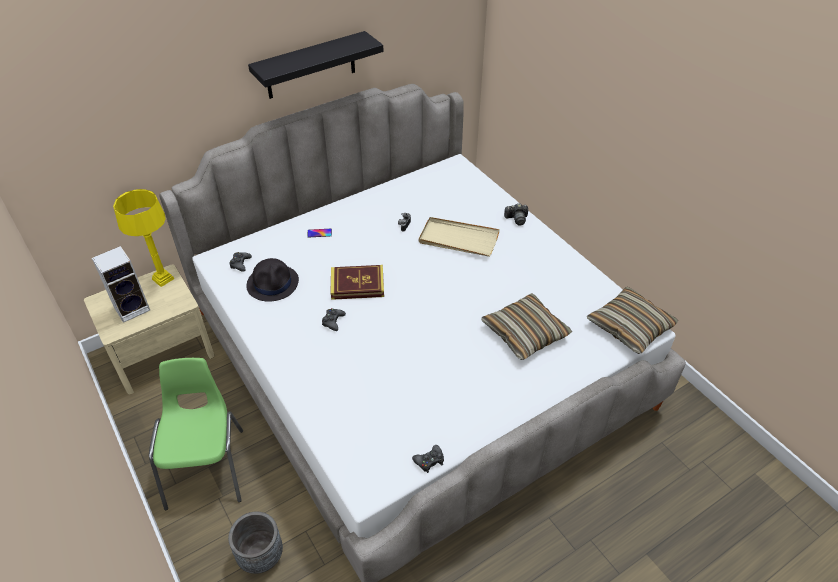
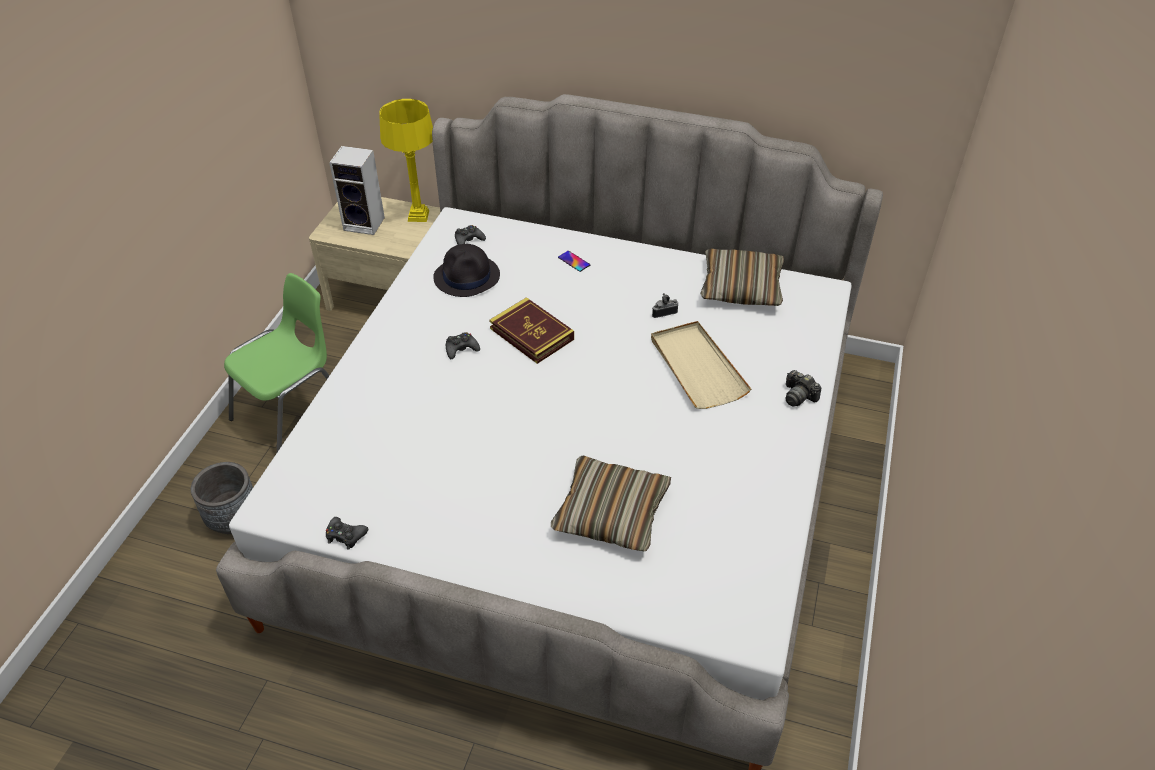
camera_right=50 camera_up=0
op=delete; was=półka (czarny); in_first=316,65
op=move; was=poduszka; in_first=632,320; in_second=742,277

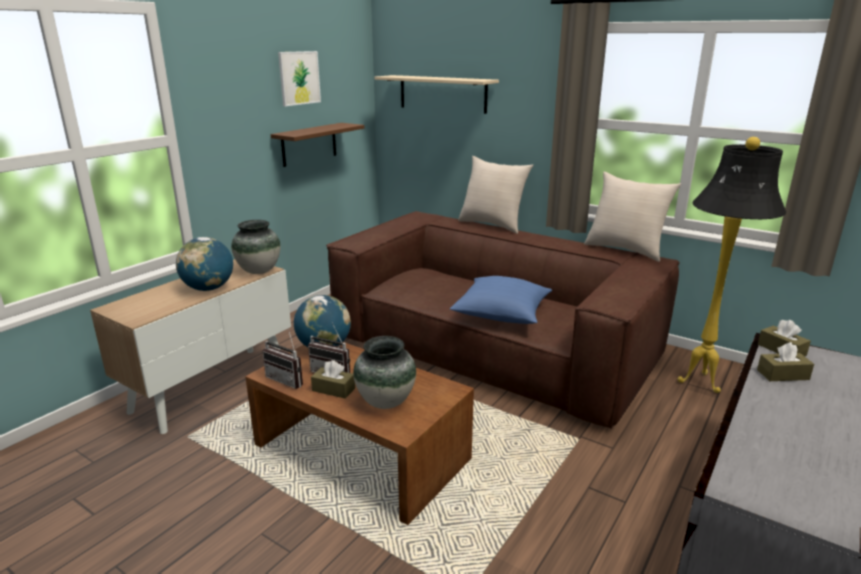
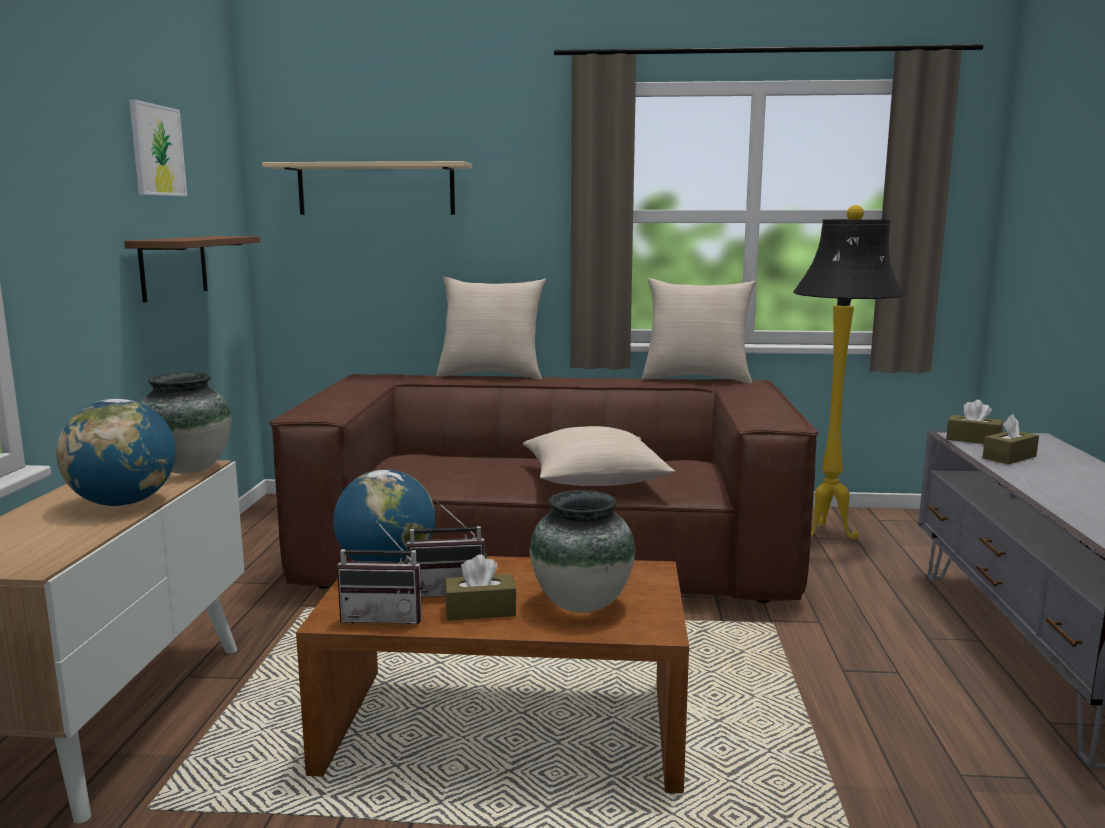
camera_right=-30 camera_up=-10
op=recolor; was=poduszka (niebieski); now=poduszka (beżowy); in_first=501,300; in_second=599,456

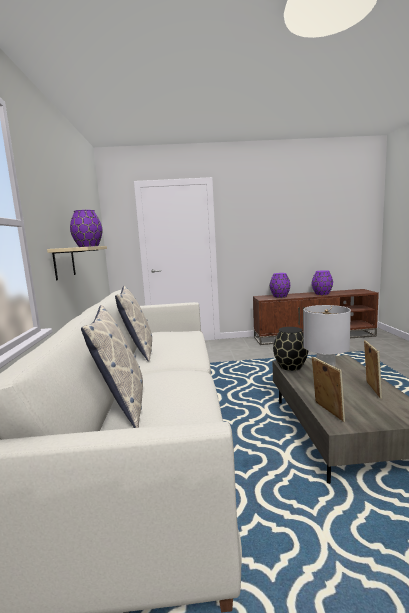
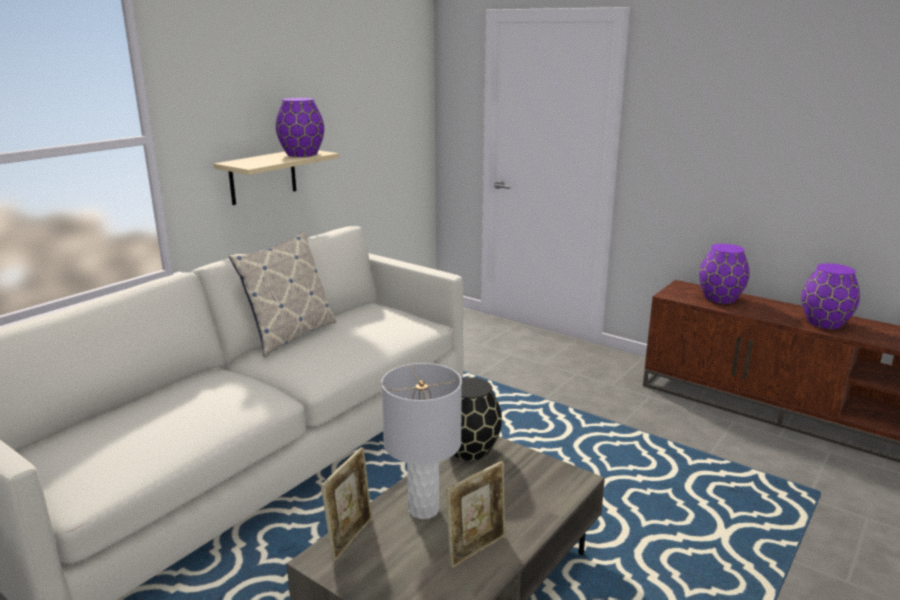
camera_right=40 camera_up=10
op=delete; was=poduszka; in_first=112,366

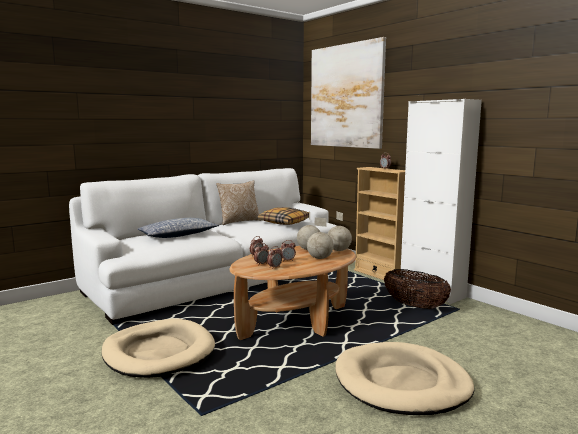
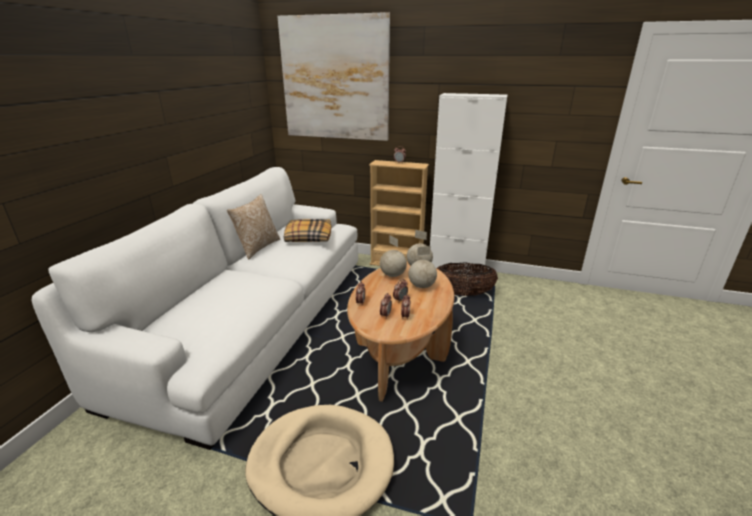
camera_right=-35 camera_up=15
op=delete; was=poduszka; in_first=178,228
op=delete; was=legowisko (beżowy); in_first=404,378

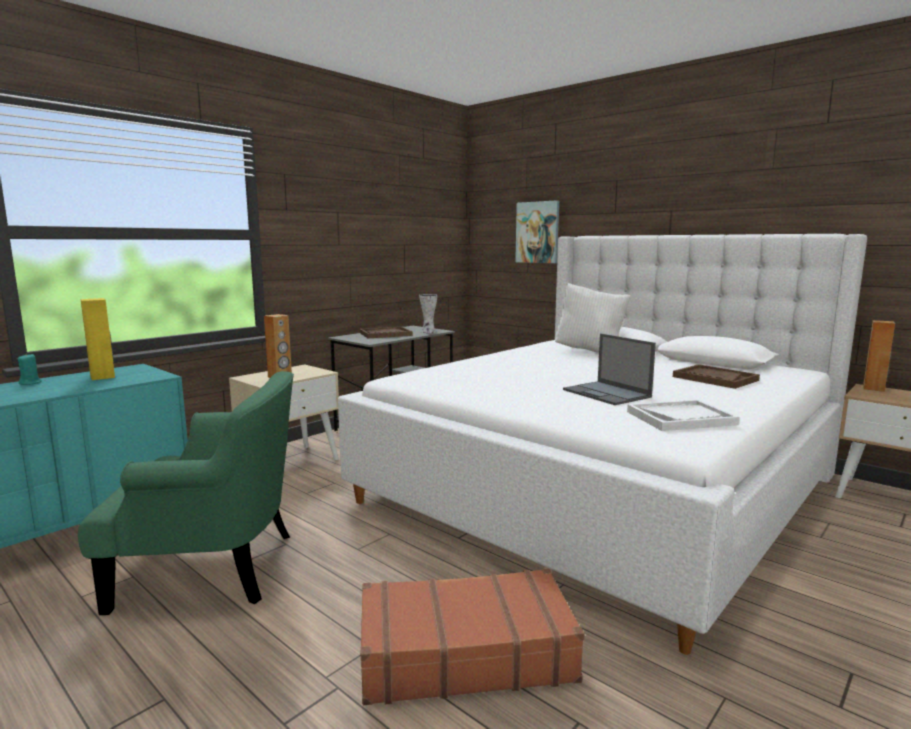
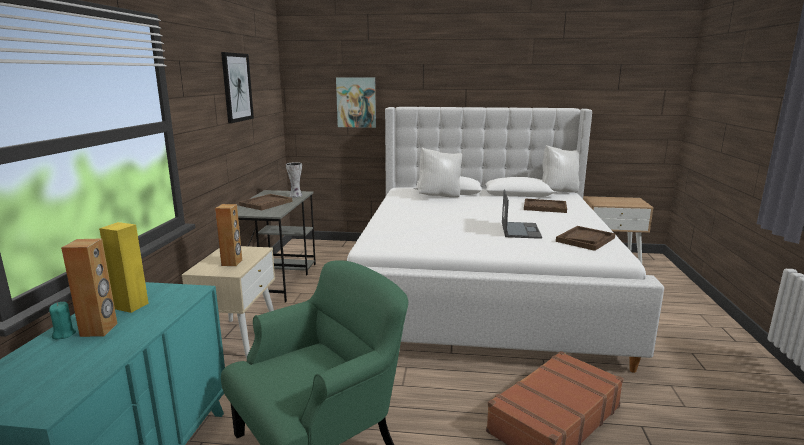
camera_right=-35 camera_up=5
op=insert; now=obraz; in_second=237,87
op=insert; now=poduszka (biały); in_second=560,168
op=move; was=głośnik (brązowy); in_first=879,356; in_second=89,287
op=recolor; was=taca (biały); now=taca (brązowy); in_first=683,415; in_second=585,238
op=rotate; was=laptop; in_first=609,369; in_second=522,214; clockwise=-105

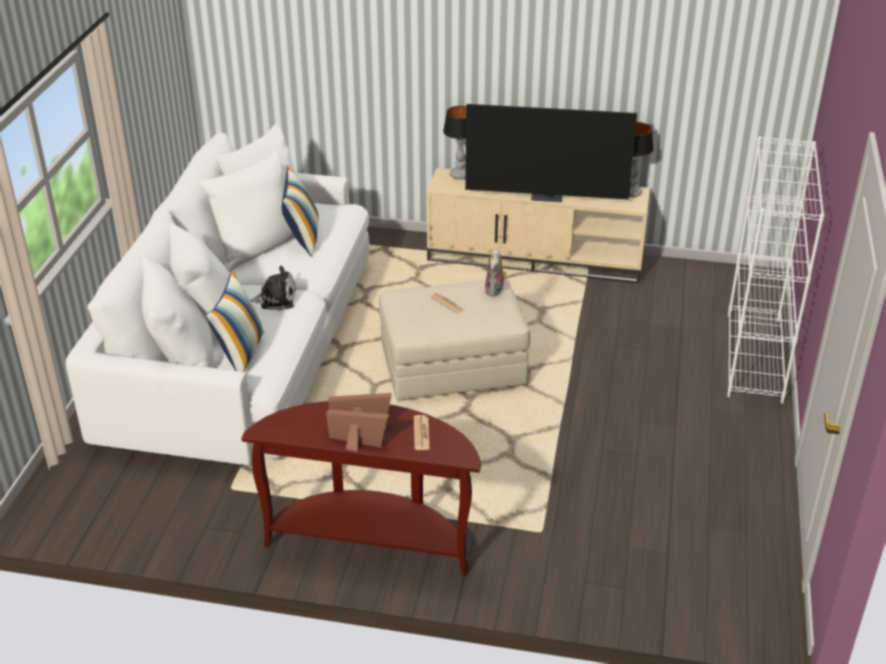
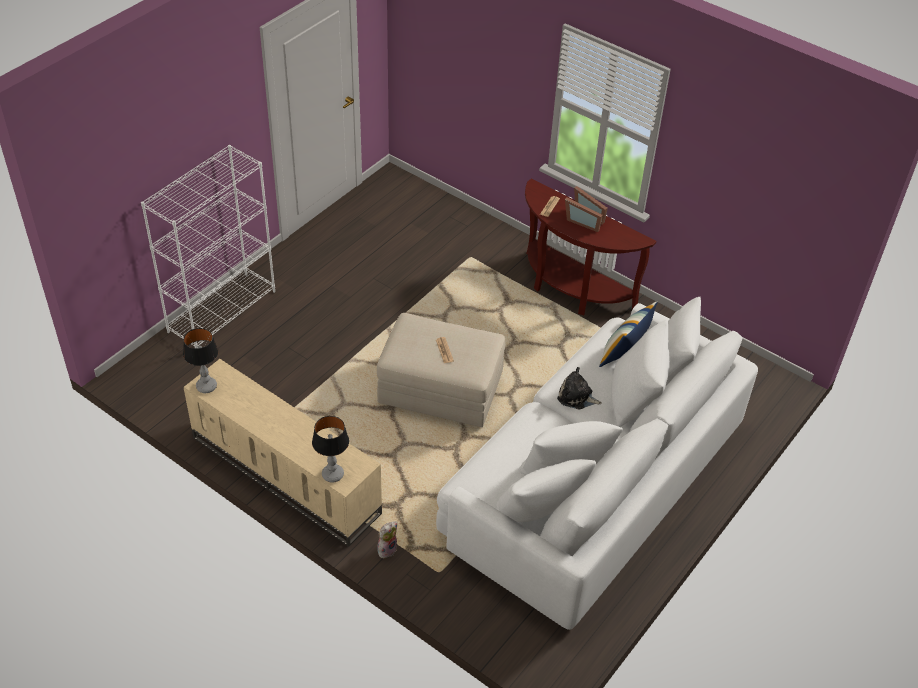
camera_right=-155 camera_up=10
op=delete; was=poduszka; in_first=300,211
op=delete; was=telewizor; in_first=551,153
op=move; was=pluszak; in_first=496,273; in_second=387,539

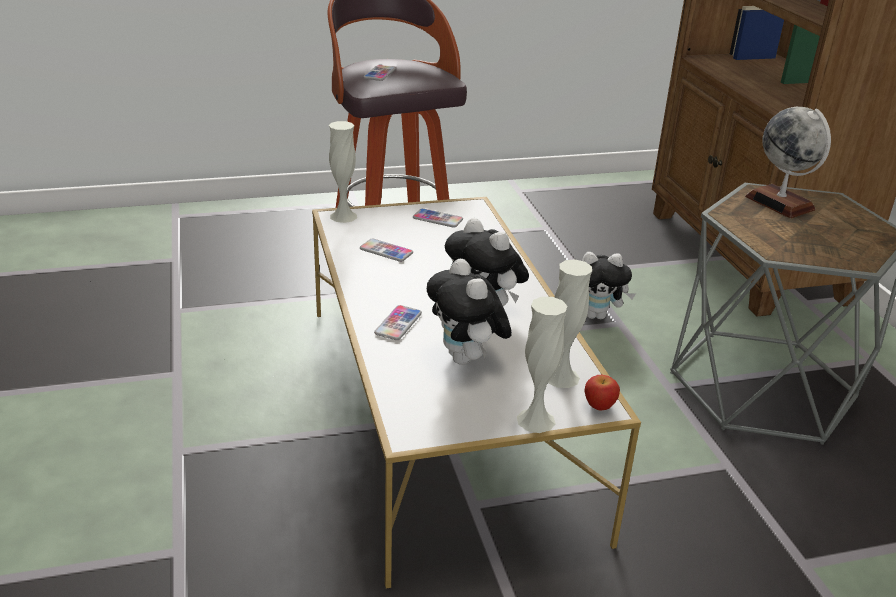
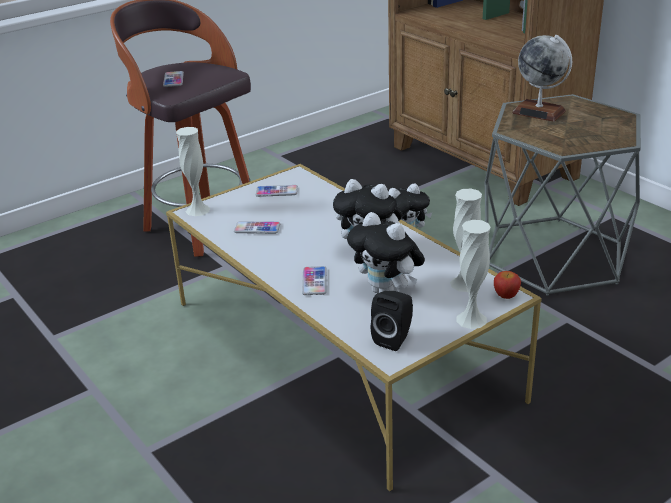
camera_right=-20 camera_up=0
op=insert; now=głośnik (czarny); in_second=392,321

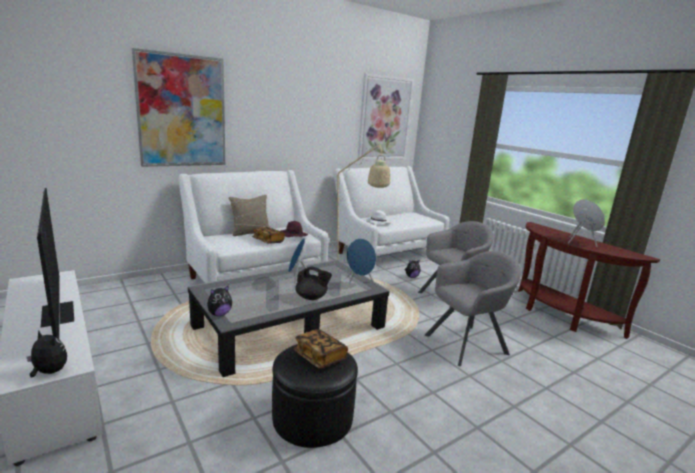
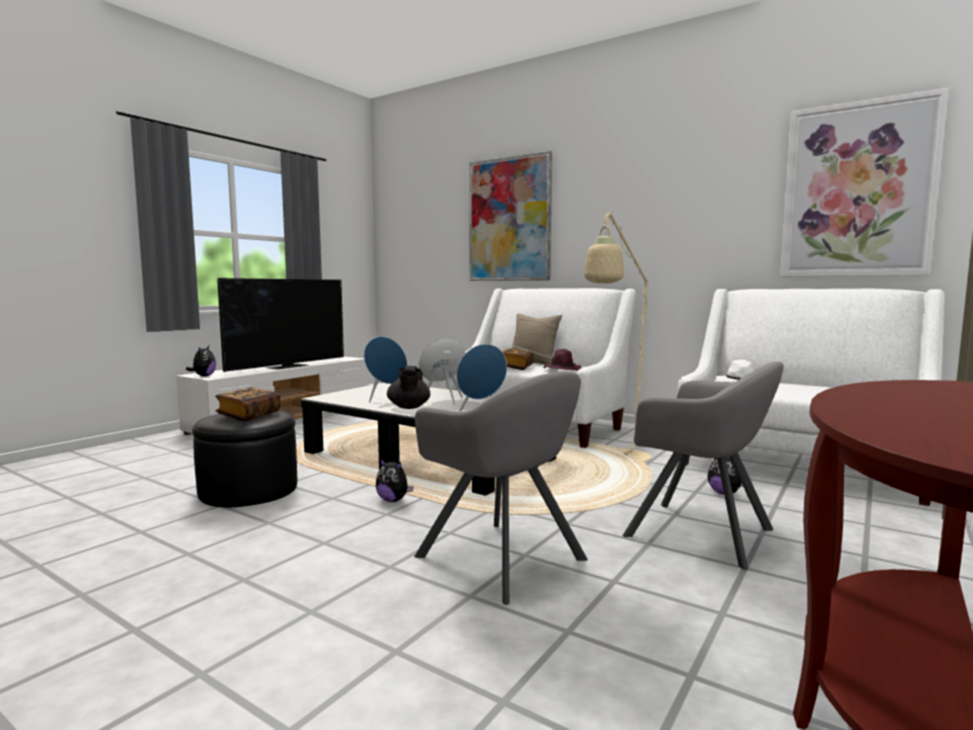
camera_right=70 camera_up=-10
op=move; was=pluszak; in_first=219,300; in_second=395,480
op=move; was=głośnik (niebieski); in_first=586,223; in_second=385,370

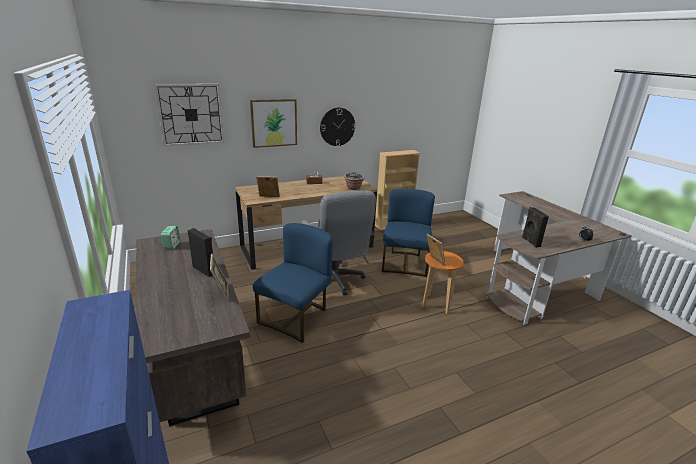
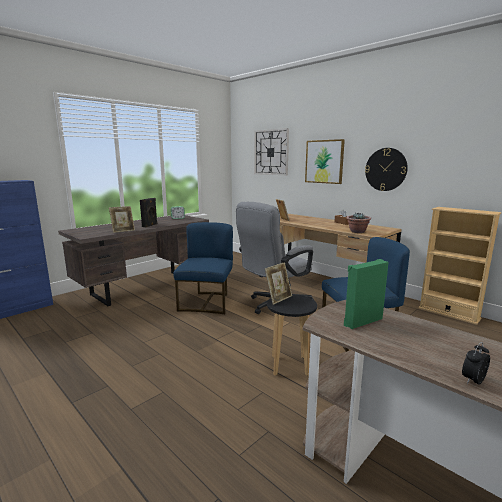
camera_right=70 camera_up=-10
op=recolor; was=stołek (pomarańczowy); now=stołek (czarny); in_first=443,282; in_second=292,335
op=recolor; was=głośnik (czarny); now=głośnik (zielony); in_first=535,227; in_second=366,294
op=rotate; was=krzesło (niebieski); in_first=292,283; in_second=203,268; clockwise=-90

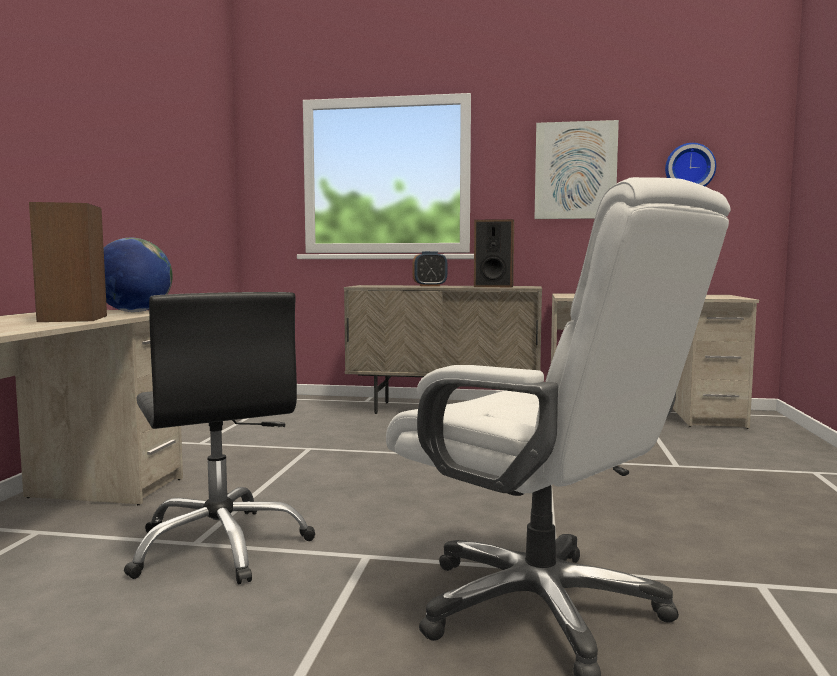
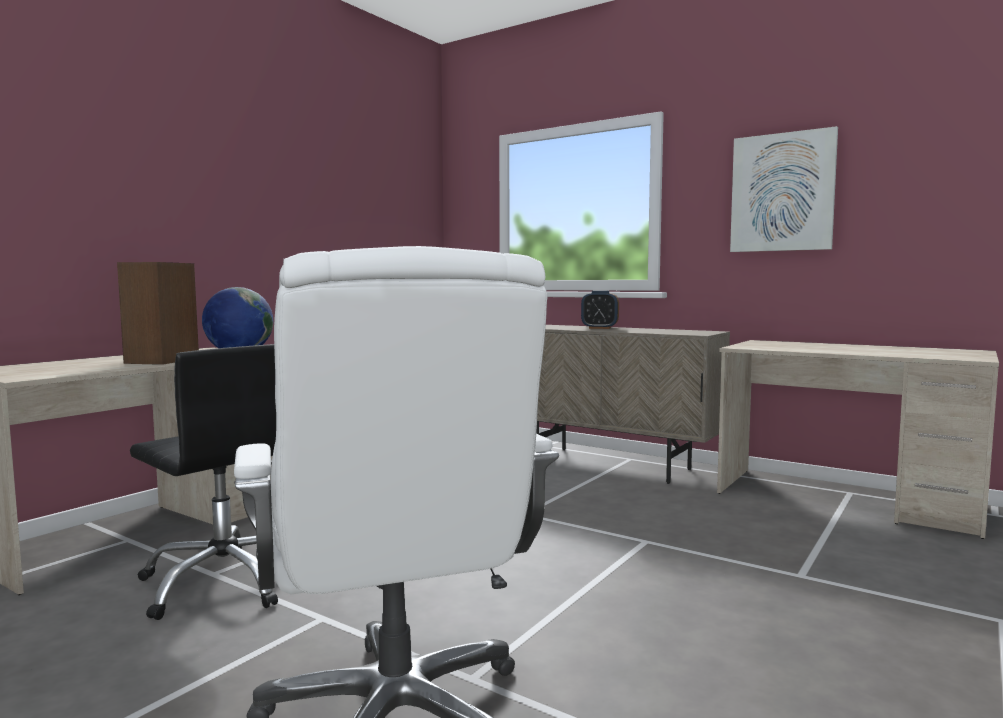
camera_right=25 camera_up=0
op=delete; was=głośnik; in_first=494,253
op=delete; was=zegar ścienny; in_first=690,165
op=rotate; was=krzesło biurowe (czarny); in_first=219,438; in_second=204,482; clockwise=-45

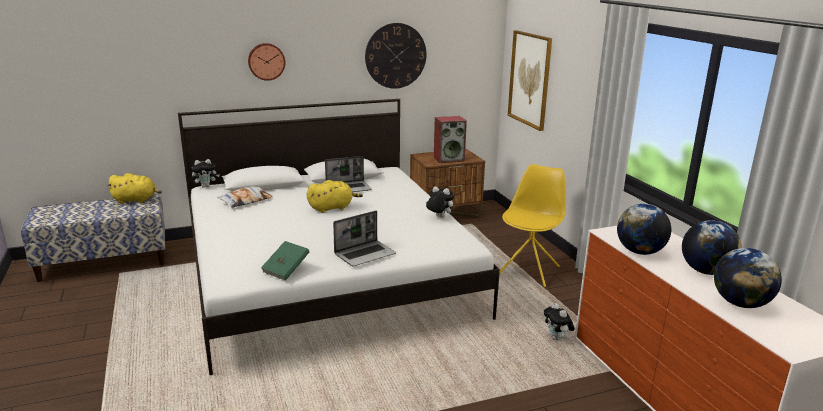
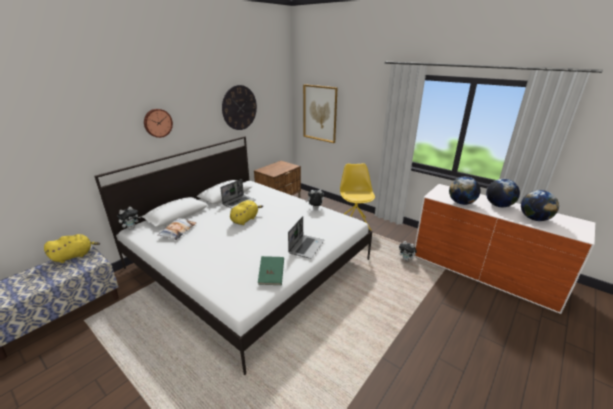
camera_right=-30 camera_up=5
op=delete; was=głośnik; in_first=450,139

